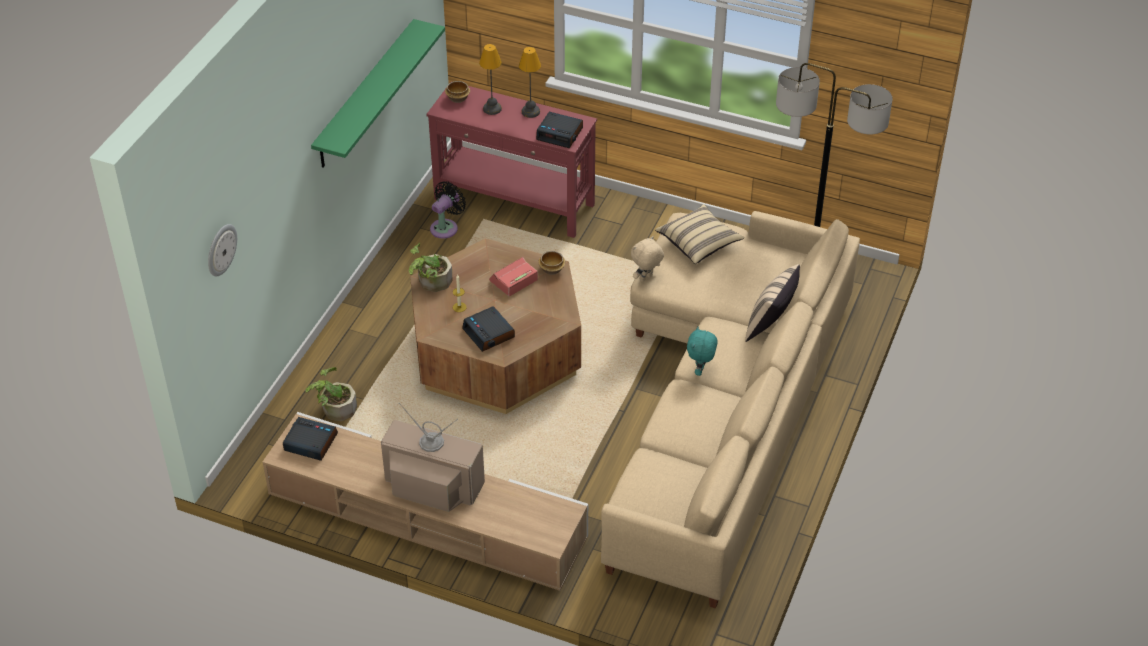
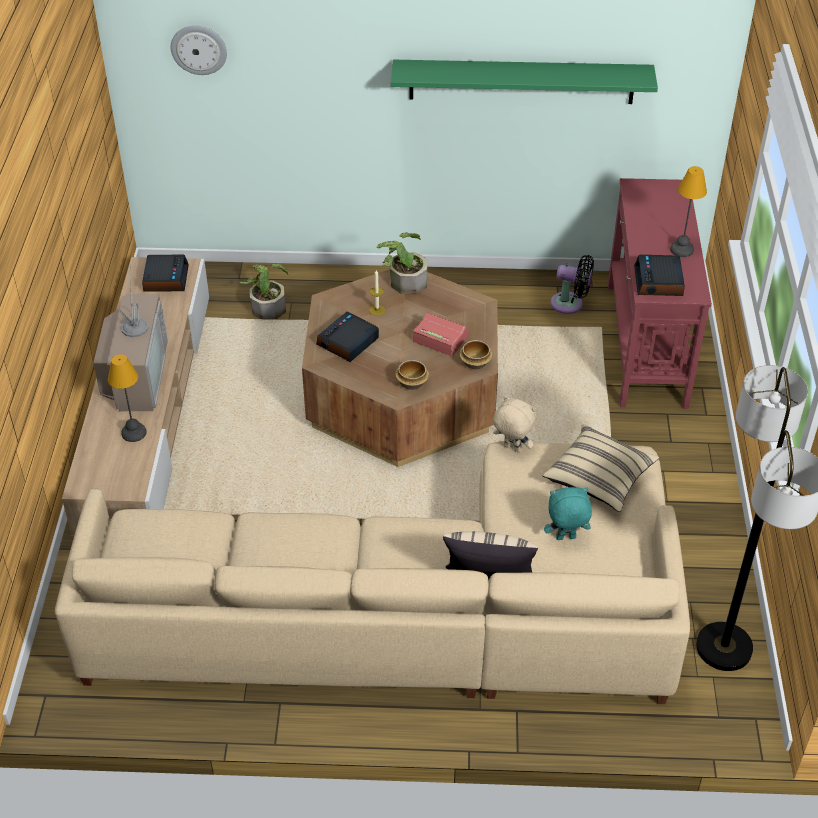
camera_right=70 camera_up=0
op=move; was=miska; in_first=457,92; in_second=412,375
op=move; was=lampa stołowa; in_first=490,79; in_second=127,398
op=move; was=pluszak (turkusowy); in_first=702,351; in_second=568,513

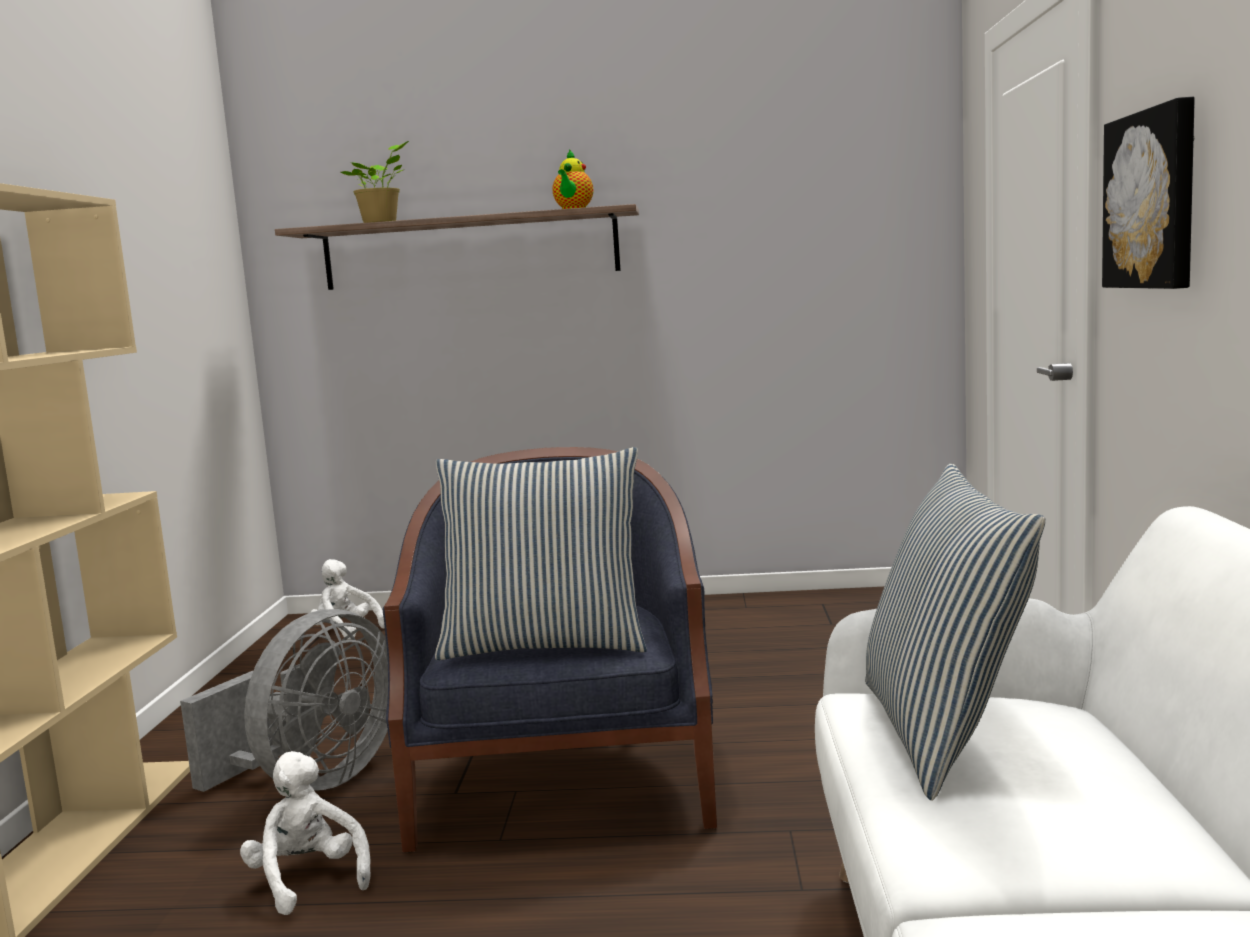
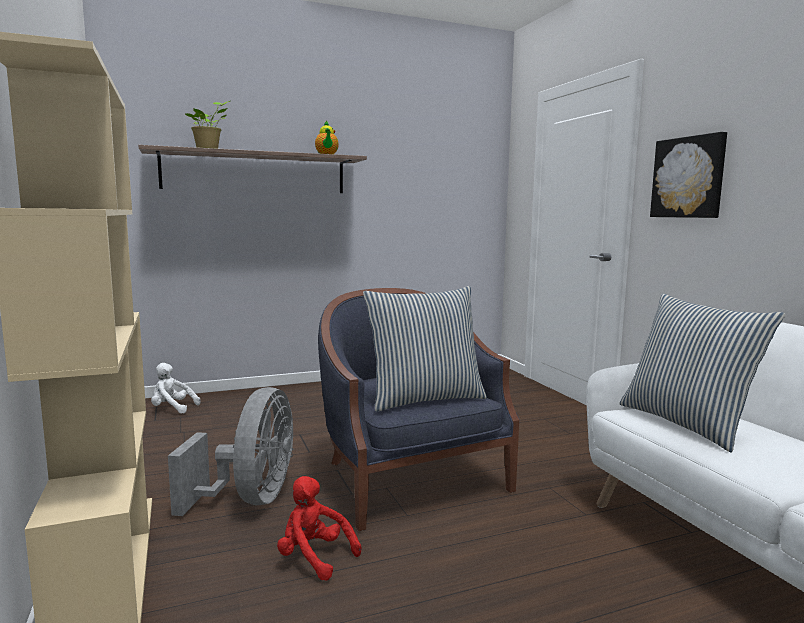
camera_right=-25 camera_up=0
op=recolor; was=pluszak (biały); now=pluszak (czerwony); in_first=305,833; in_second=319,528

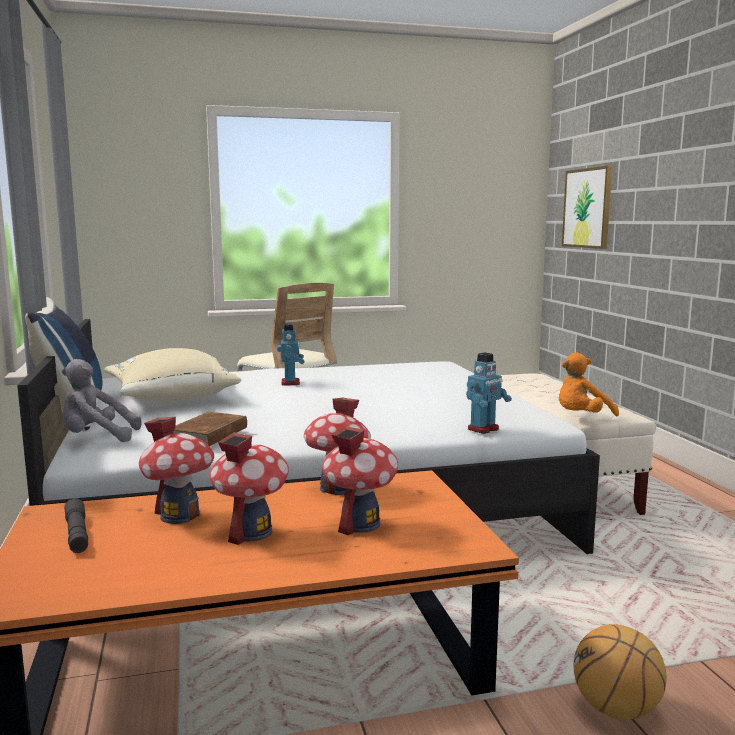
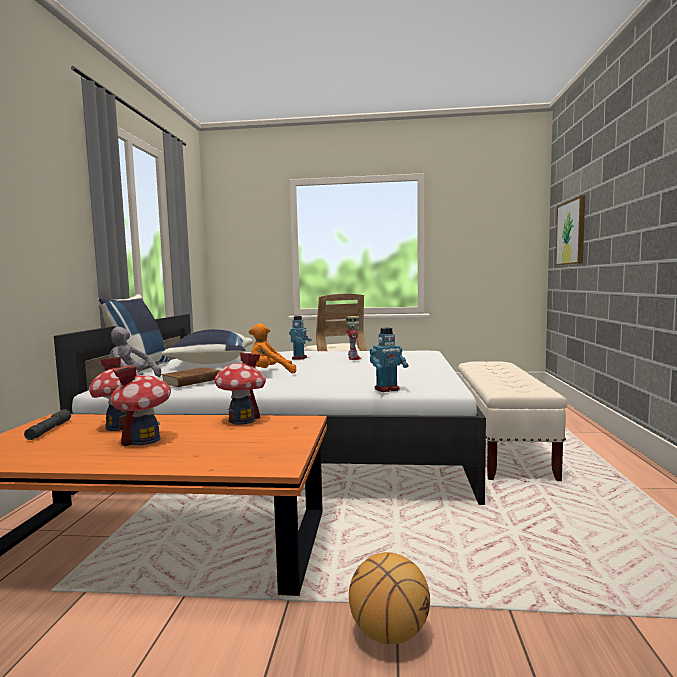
camera_right=20 camera_up=-5
op=delete; was=domek; in_first=360,480
op=insert; now=robot zabawkowy; in_second=353,338
op=move; was=pluszak (pomarańczowy); in_first=589,384; in_second=273,348
op=recolor; was=poduszka (beżowy); now=poduszka (niebieski); in_first=172,375; in_second=207,346

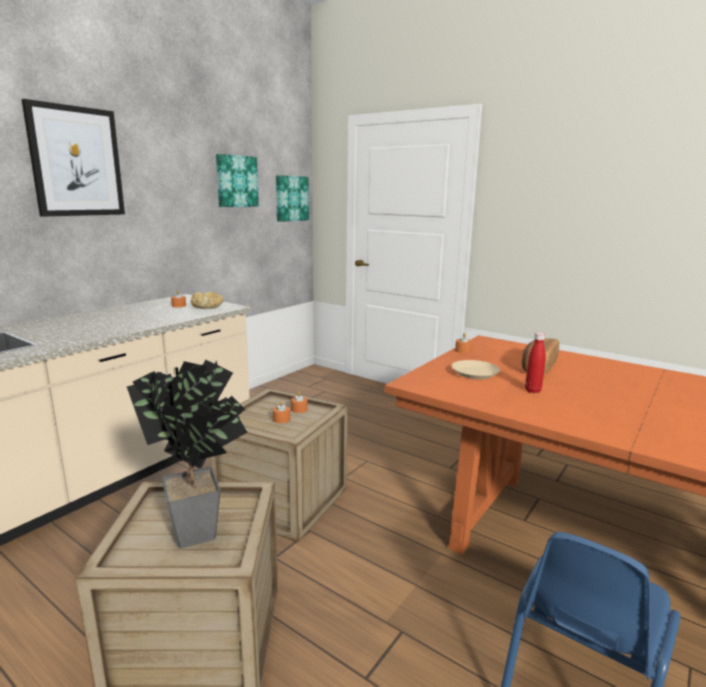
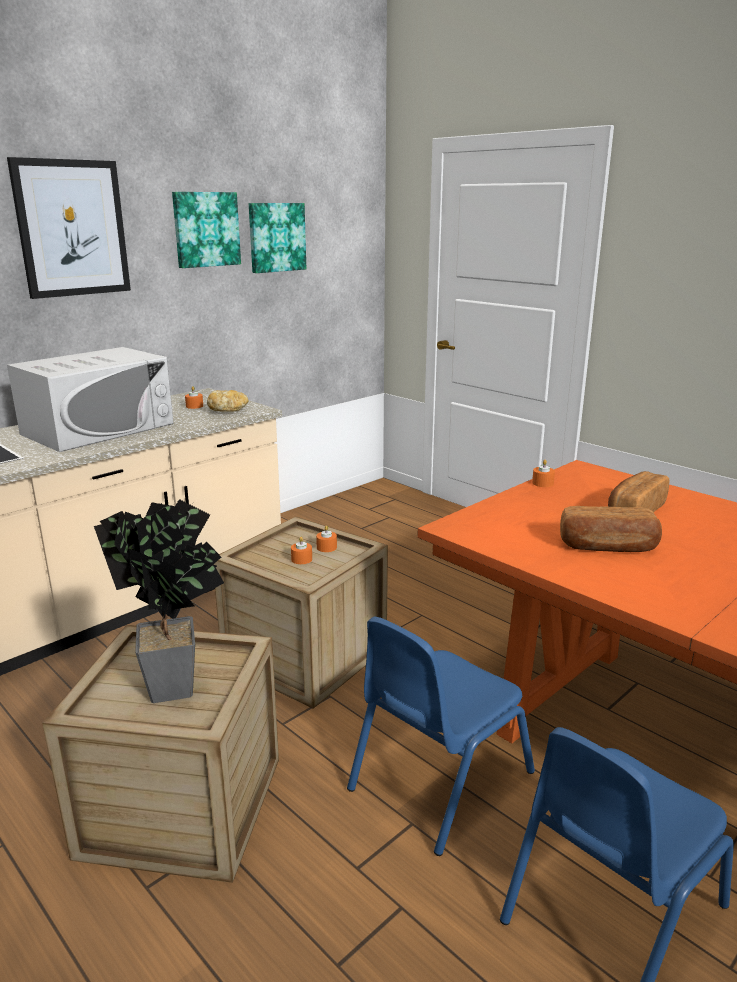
camera_right=10 camera_up=5
op=delete; was=talerz (beżowy); in_first=475,369
op=insert; now=mikrofalówka (biały); in_second=90,399
op=insert; now=krzesło (niebieski); in_second=441,736
op=move; was=obraz; in_first=292,198; in_second=206,230
op=replace; was=butelka (czerwony); now=chleb; in_first=535,362; in_second=611,529

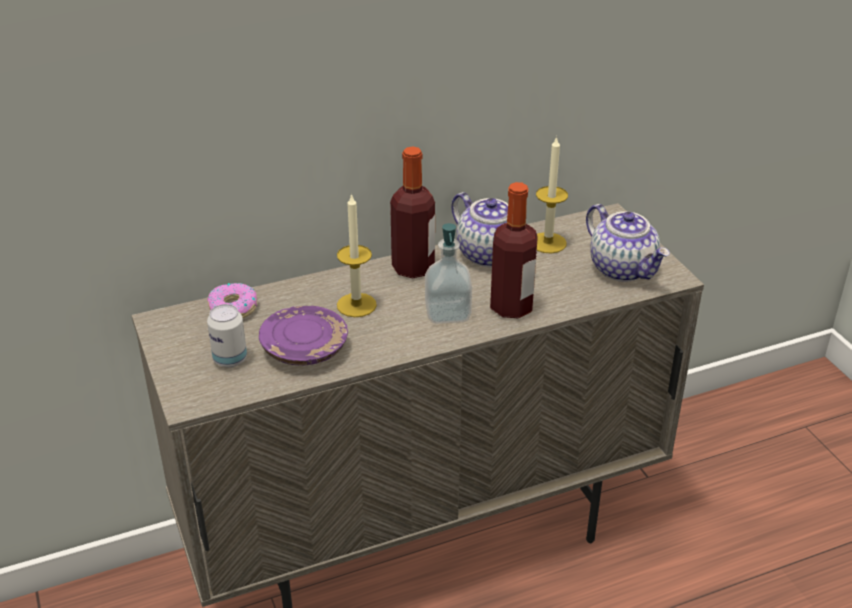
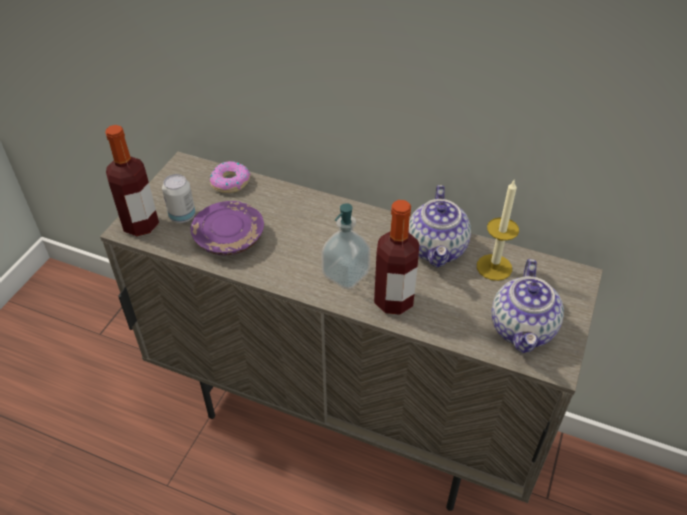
camera_right=45 camera_up=10
op=delete; was=świeca; in_first=357,255
op=move; was=butelka; in_first=412,212; in_second=132,180

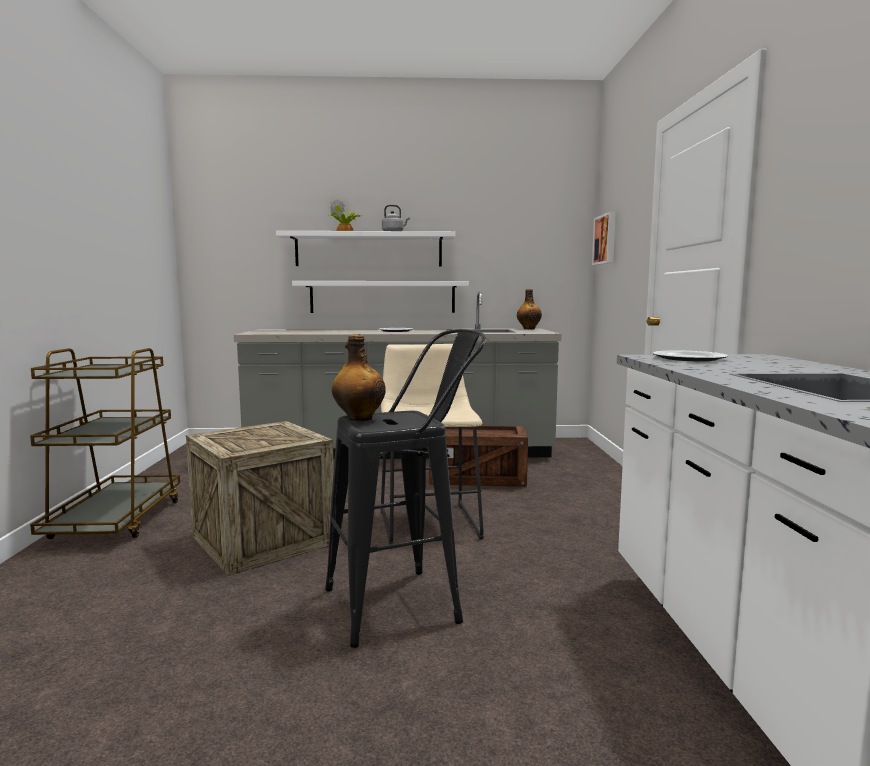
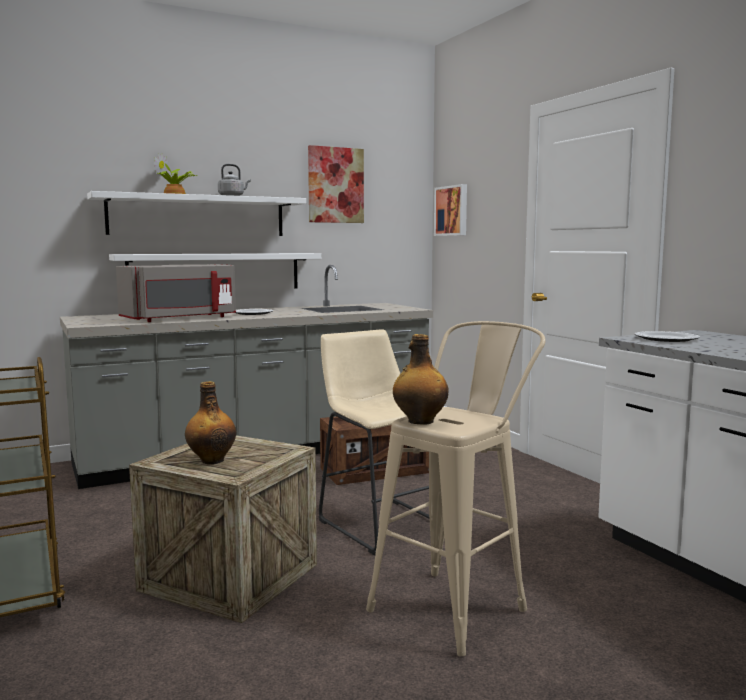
camera_right=-25 camera_up=0
op=insert; now=mikrofalówka (szary); in_second=176,293
op=insert; now=obraz; in_second=336,184
op=move; was=butelka; in_first=529,309; in_second=210,422
op=recolor; was=stołek (czarny); now=stołek (beżowy); in_first=405,488; in_second=455,488

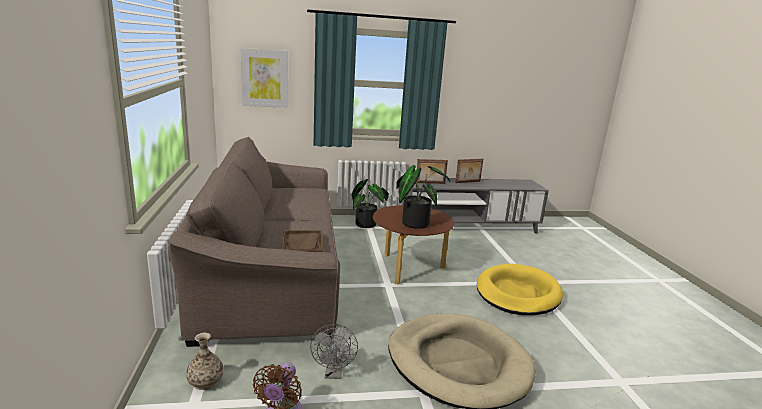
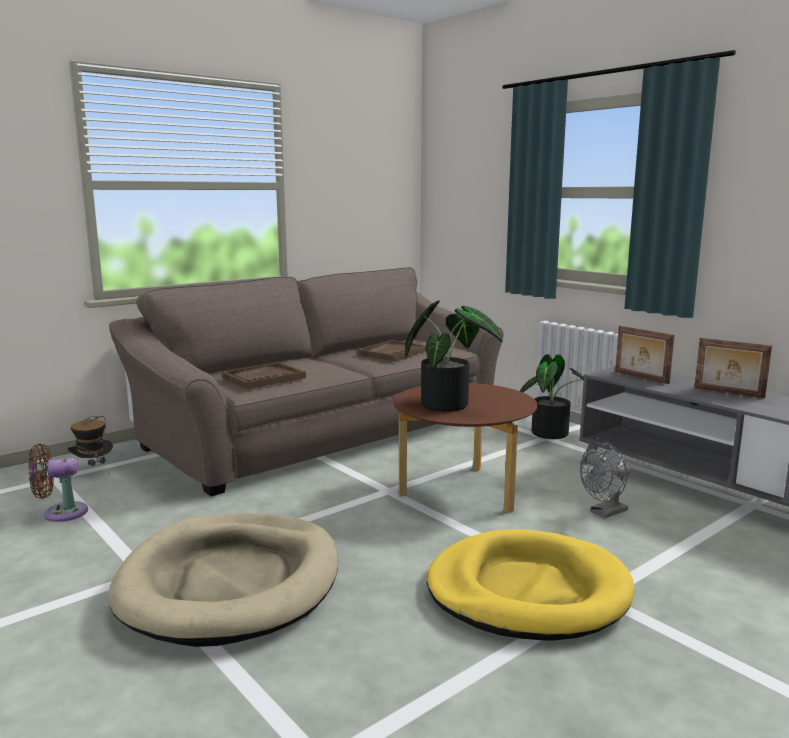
camera_right=60 camera_up=-5
op=delete; was=obraz; in_first=264,78
op=insert; now=taca (brązowy); in_second=391,350
op=move; was=wentylator (szary); in_first=334,351; in_second=605,480
op=replace; was=wazon; now=kapelusz; in_first=205,361; in_second=90,445

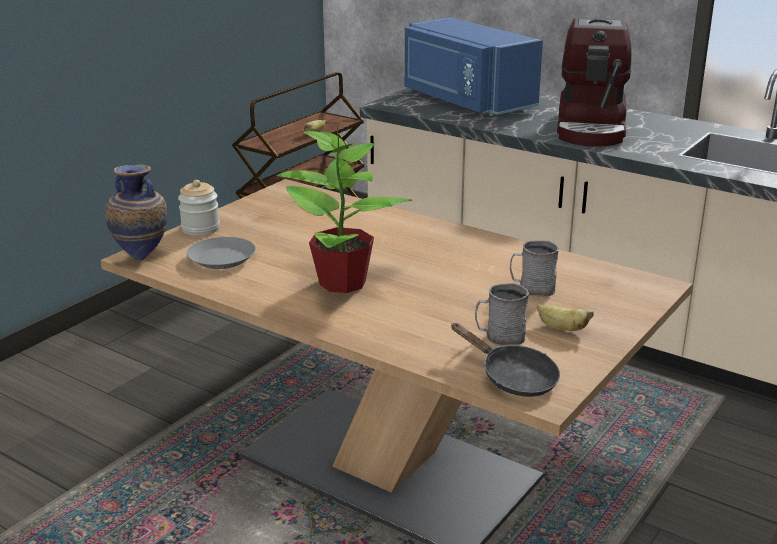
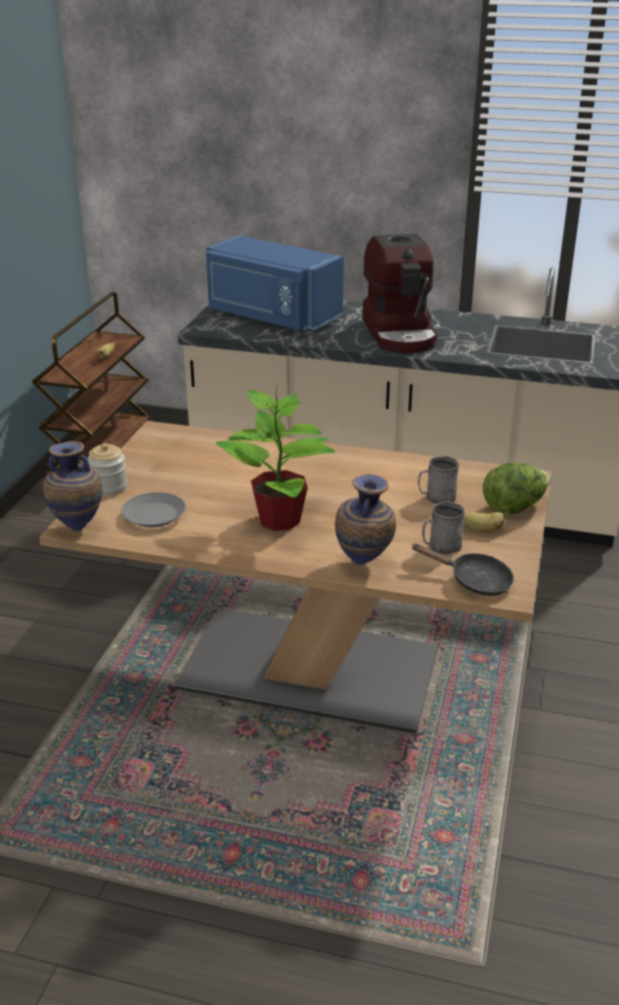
camera_right=-20 camera_up=5
op=insert; now=wazon; in_second=365,519
op=insert; now=sałata; in_second=517,488

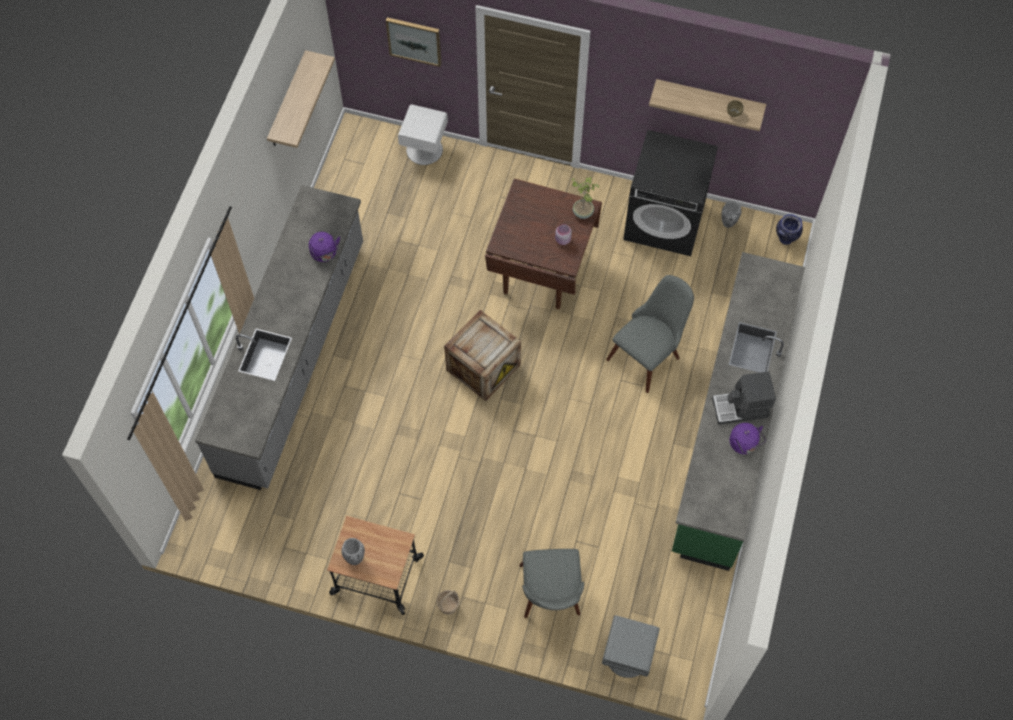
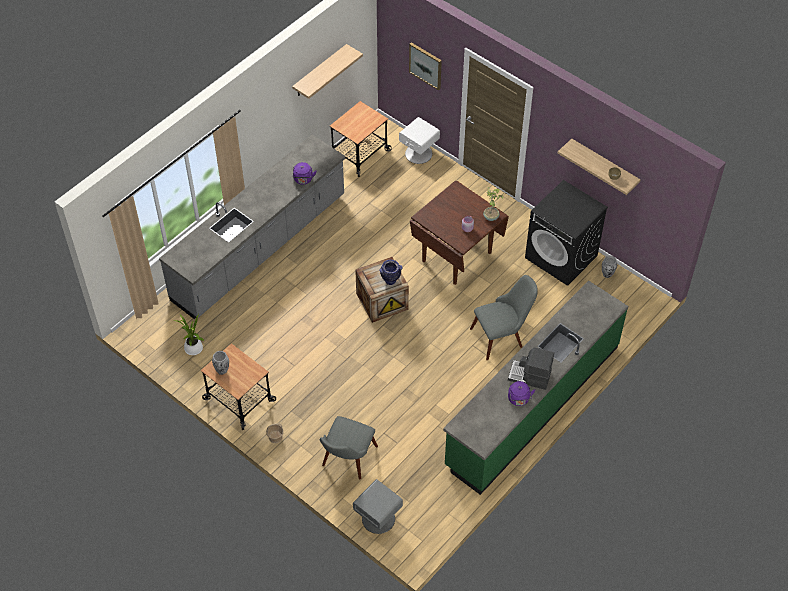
camera_right=25 camera_up=-10
op=insert; now=roślina doniczkowa; in_second=189,334
op=insert; now=wózek; in_second=360,139
op=move; was=wazon; in_first=789,229; in_second=390,272

